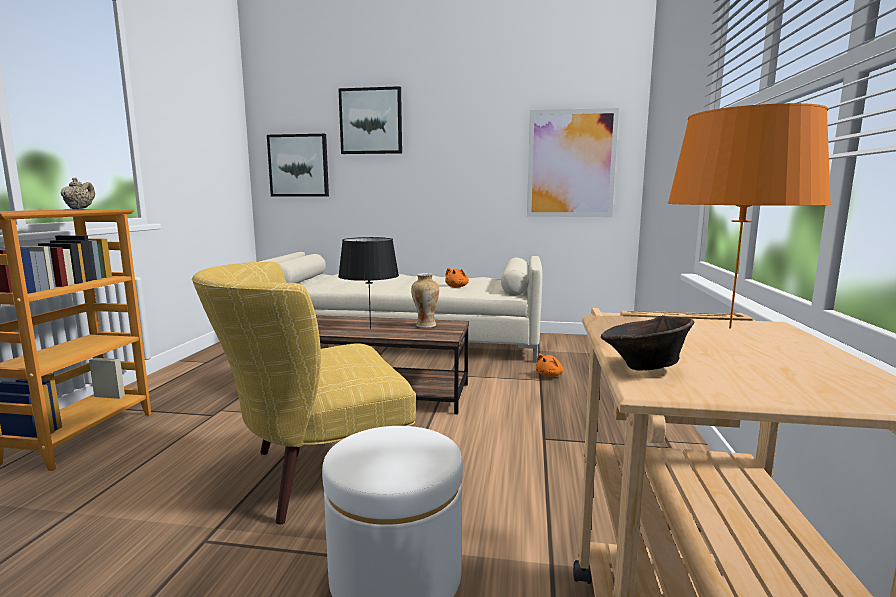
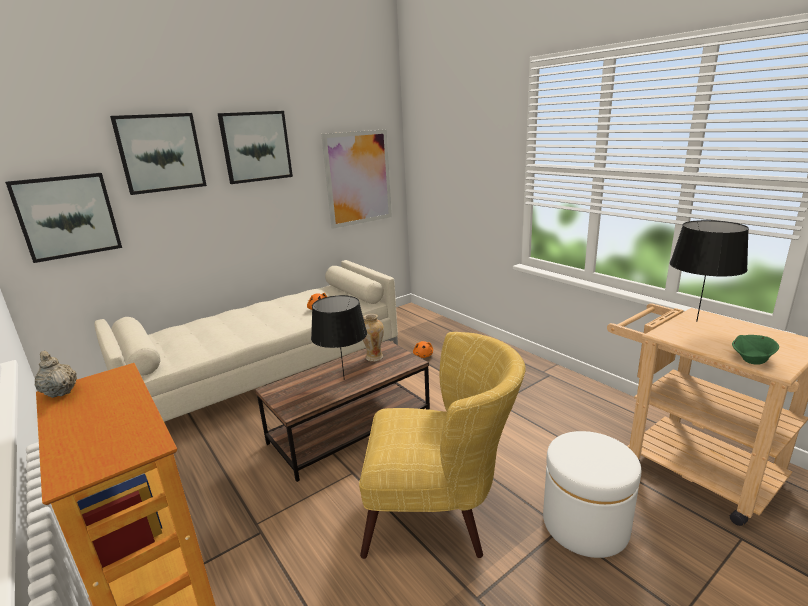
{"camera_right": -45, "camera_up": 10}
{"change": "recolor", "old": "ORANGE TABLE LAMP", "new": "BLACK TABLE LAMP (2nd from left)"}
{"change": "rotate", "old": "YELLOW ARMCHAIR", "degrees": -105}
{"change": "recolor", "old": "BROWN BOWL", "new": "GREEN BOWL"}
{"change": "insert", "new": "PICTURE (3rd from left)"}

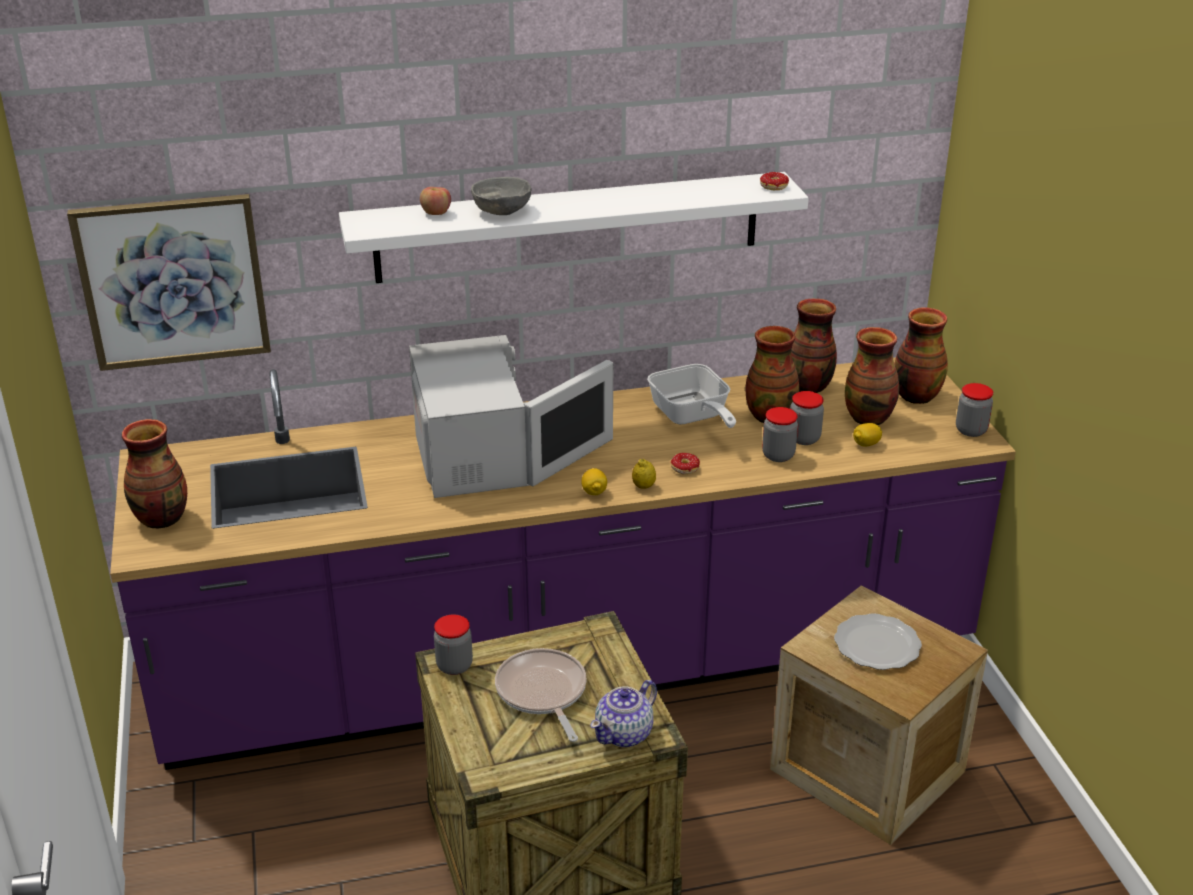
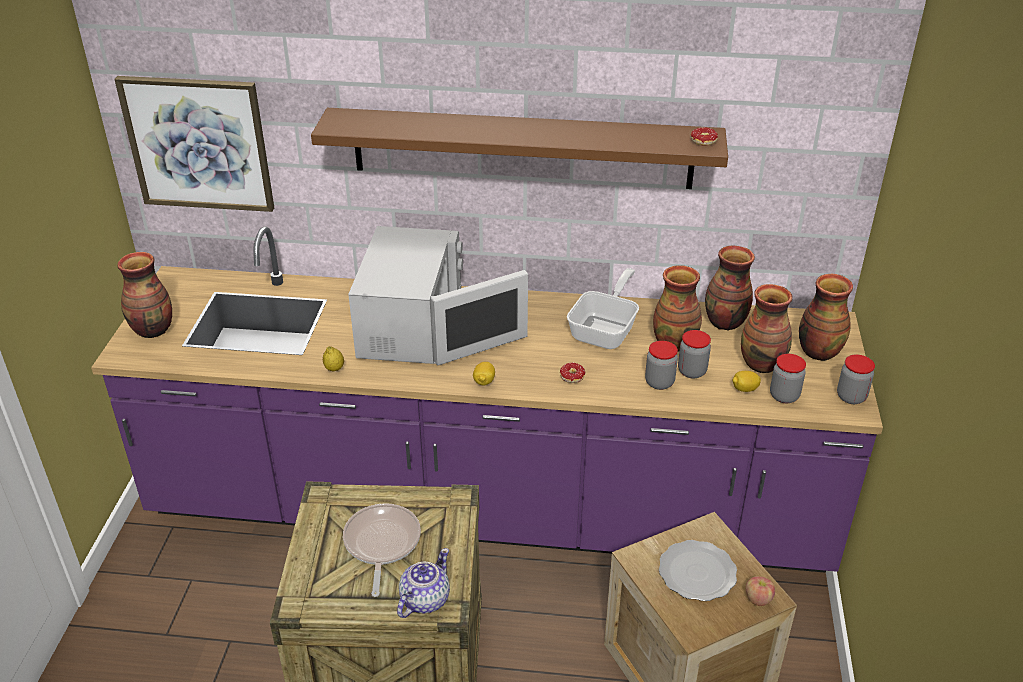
{"camera_right": 20, "camera_up": 5}
{"change": "recolor", "old": "WHITE SHELF", "new": "BROWN SHELF"}
{"change": "delete", "old": "GREY BOWL"}
{"change": "move", "old": "APPLE"}
{"change": "rotate", "old": "FRYING PAN (2nd from left)", "degrees": -150}
{"change": "move", "old": "LEMON (2nd from left in the first image)", "new": "LEMON (1st from left)"}
{"change": "move", "old": "JAR (1st from left in the first image)", "new": "JAR (3rd from left)"}
{"change": "rotate", "old": "TEAPOT", "degrees": 150}

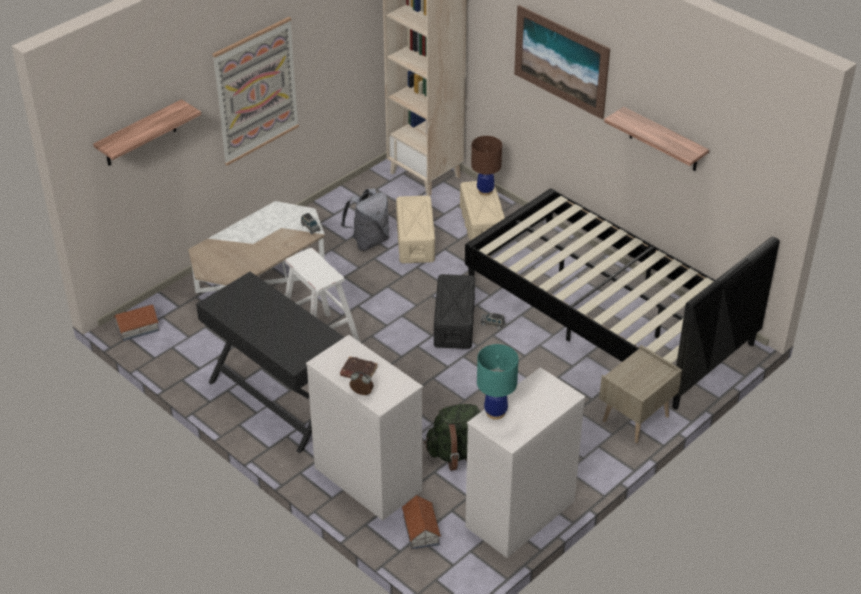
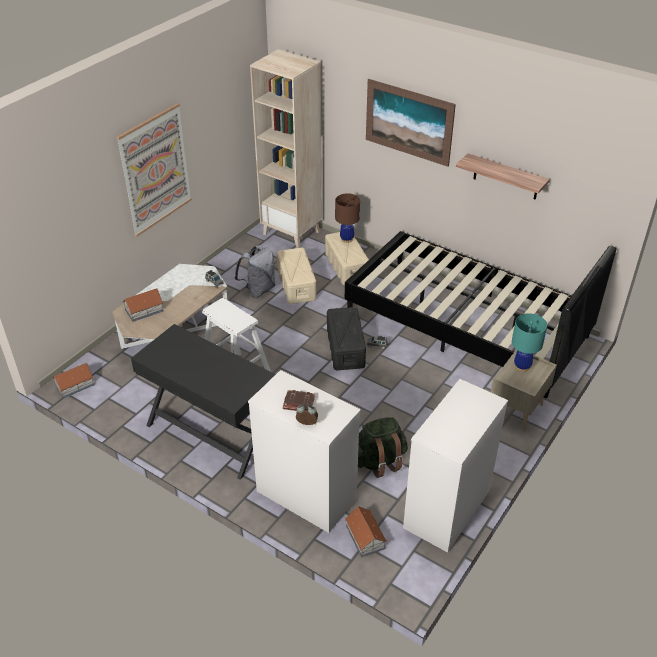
{"camera_right": -10, "camera_up": 0}
{"change": "delete", "old": "SHELF (1st from left)"}
{"change": "move", "old": "TURQUOISE TABLE LAMP"}
{"change": "insert", "new": "TOY HOUSE (2nd from left)"}

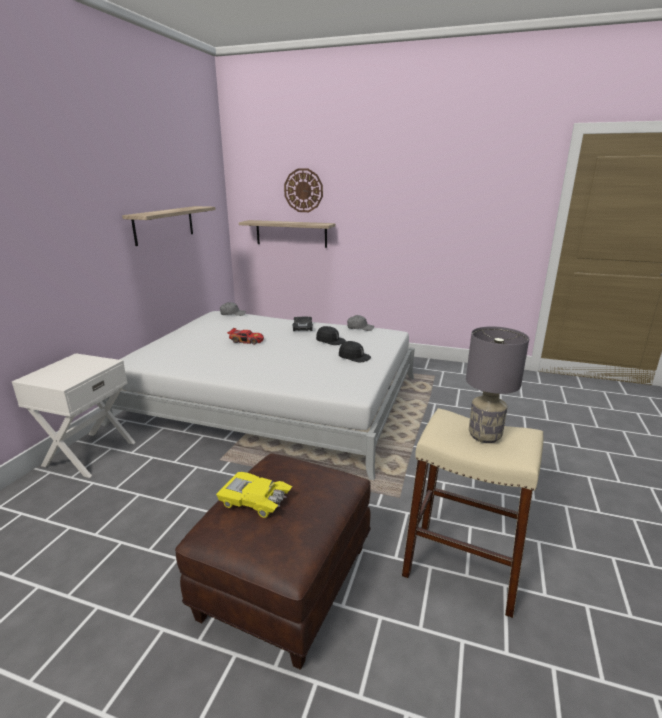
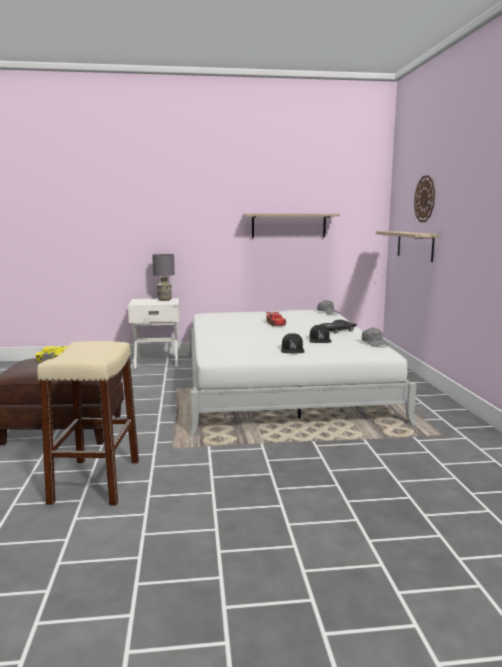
{"camera_right": 65, "camera_up": -10}
{"change": "move", "old": "GREY TABLE LAMP"}

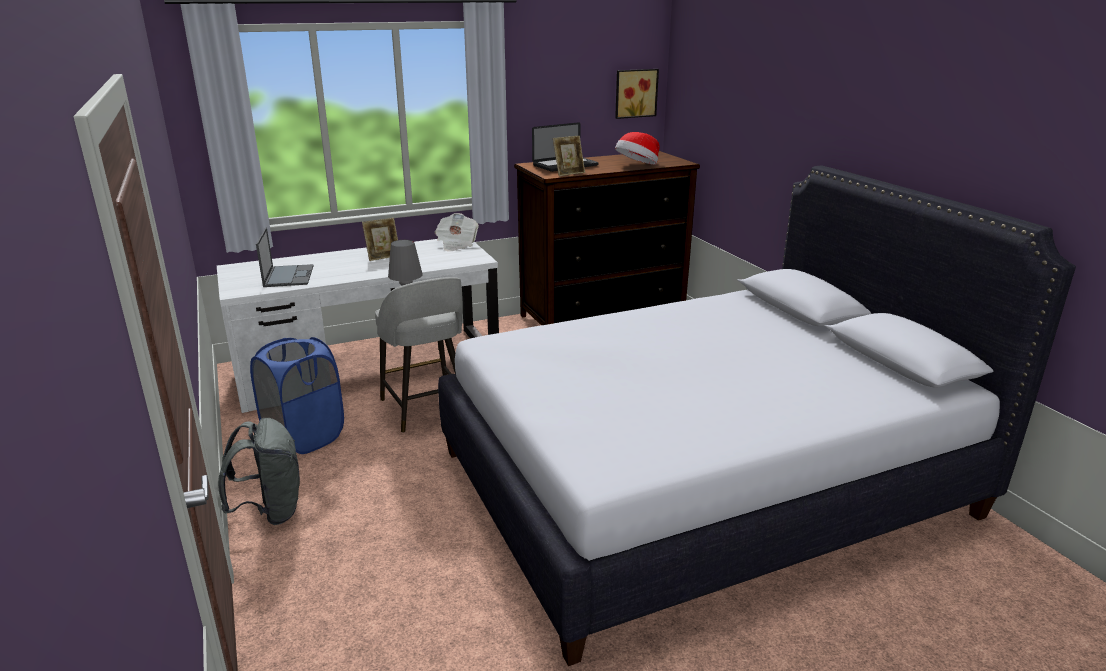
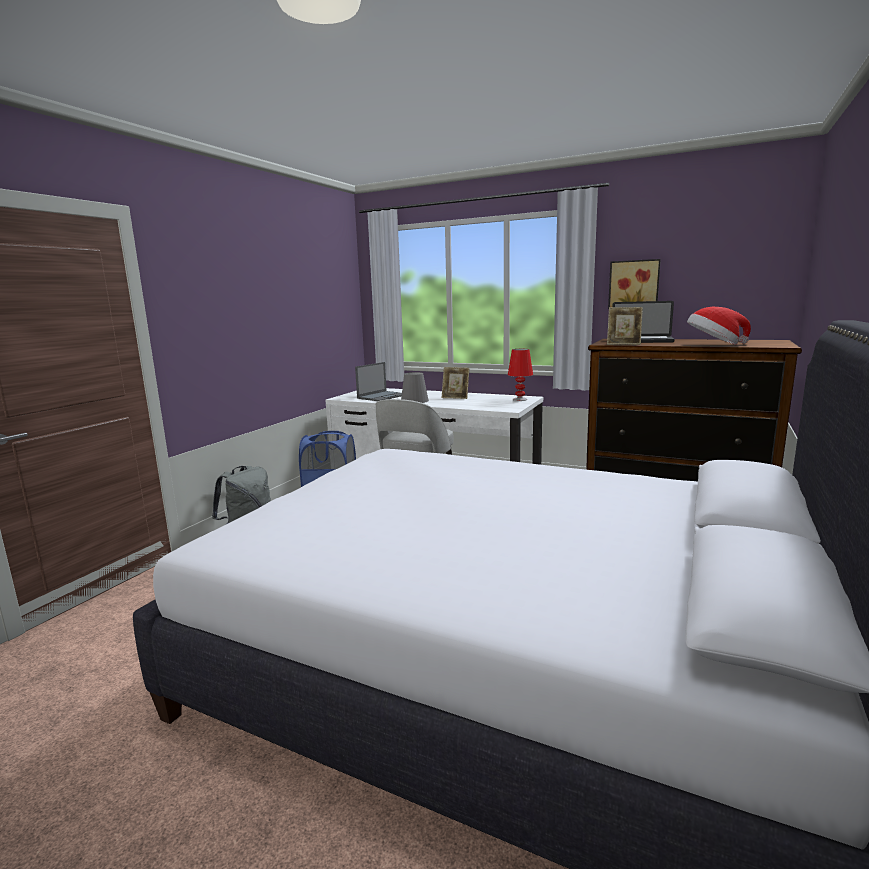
{"camera_right": 50, "camera_up": -10}
{"change": "move", "old": "PICTURE"}
{"change": "replace", "old": "NEWSPAPER", "new": "RED TABLE LAMP"}

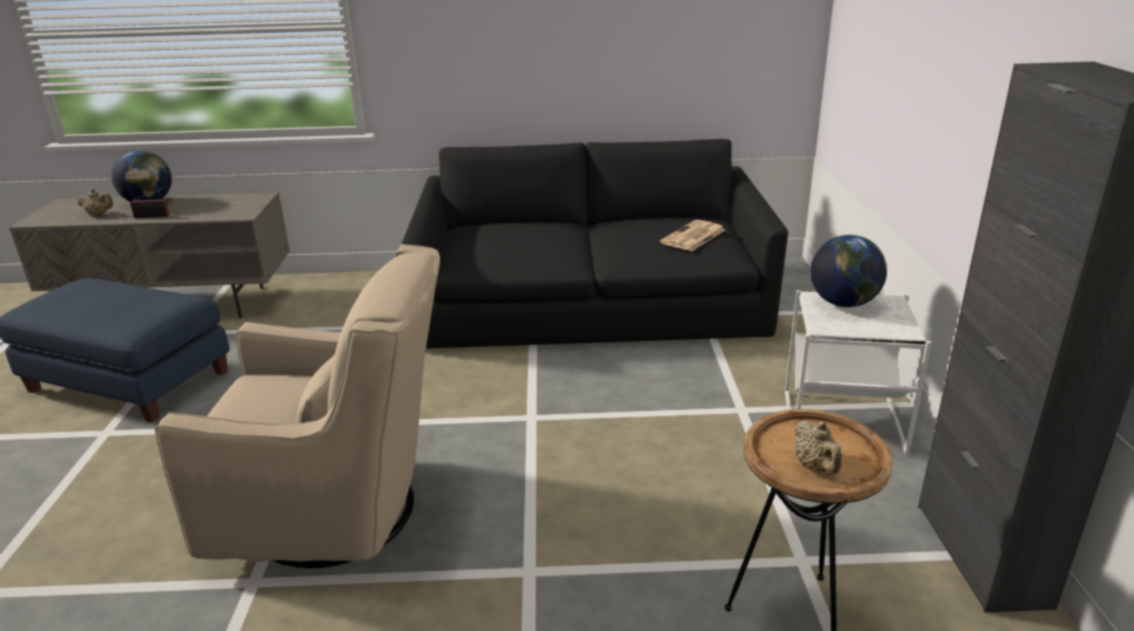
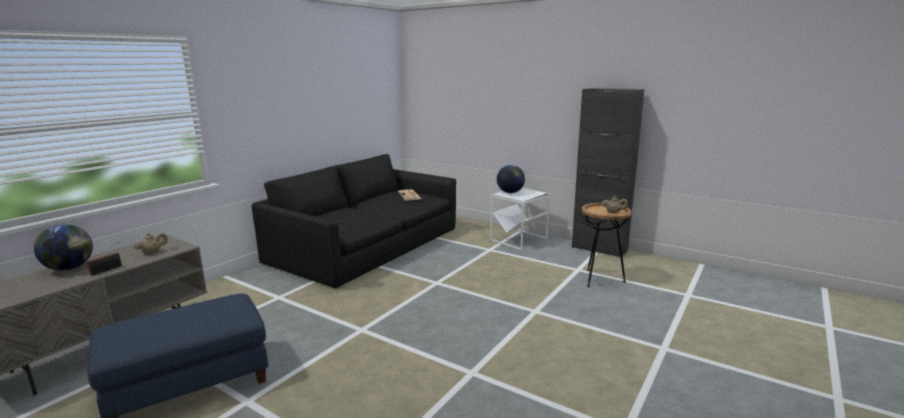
{"camera_right": -55, "camera_up": -10}
{"change": "move", "old": "BEIGE TEAPOT (1st from left)"}
{"change": "delete", "old": "BEIGE ARMCHAIR"}

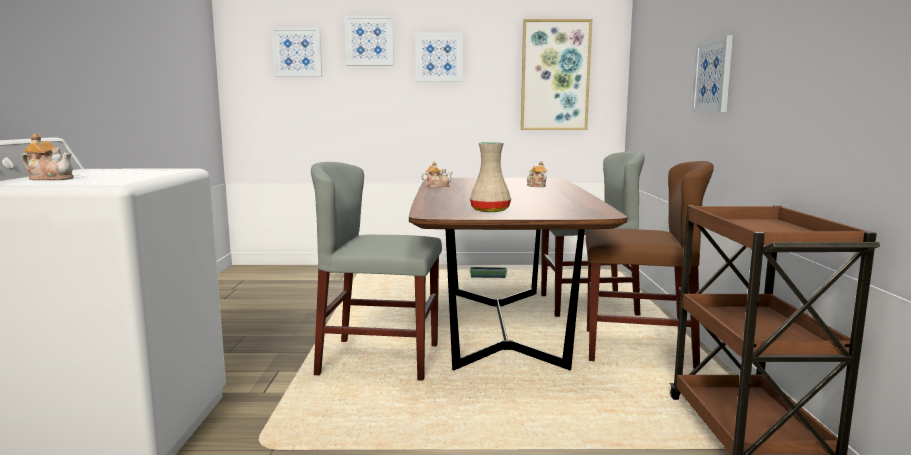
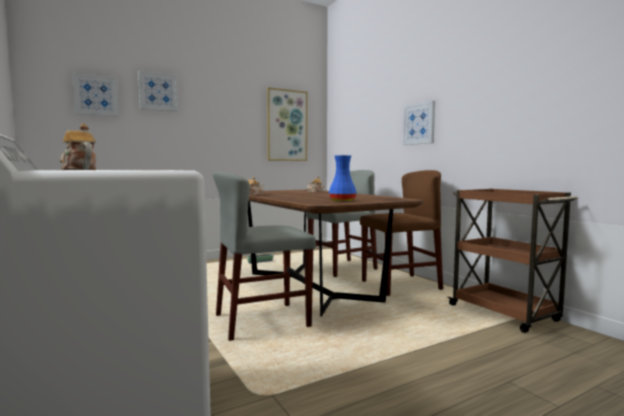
{"camera_right": -30, "camera_up": -5}
{"change": "delete", "old": "PICTURE (3rd from left)"}
{"change": "rotate", "old": "TEAPOT (1st from left)", "degrees": -120}
{"change": "recolor", "old": "BEIGE VASE", "new": "BLUE VASE"}

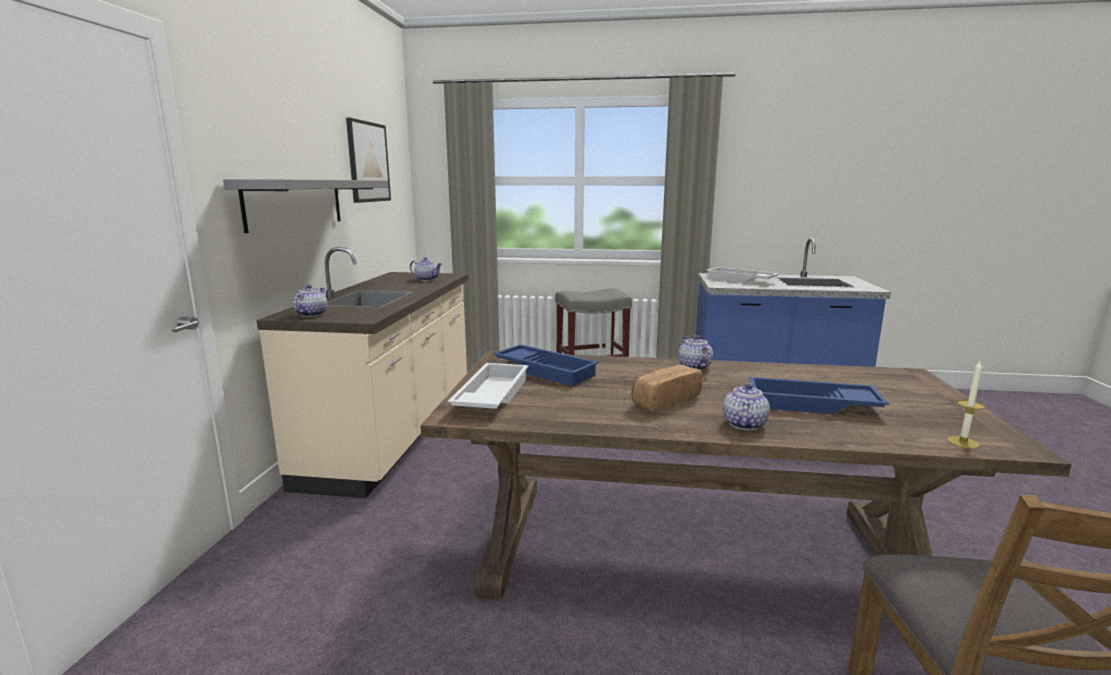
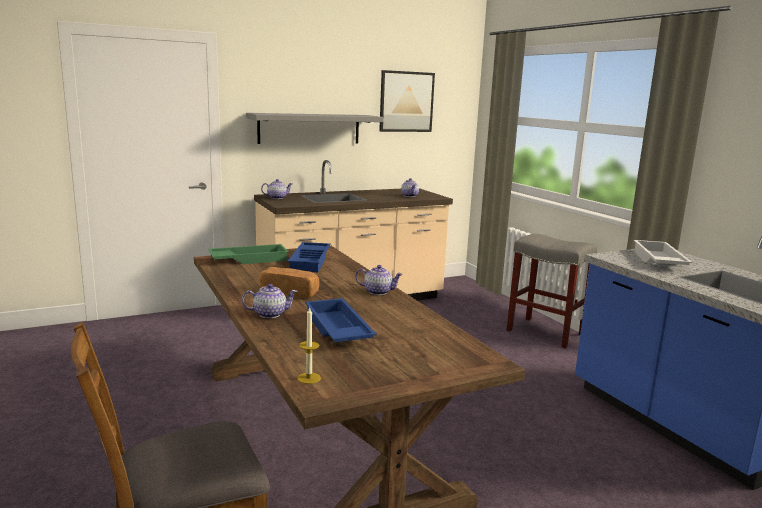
{"camera_right": 55, "camera_up": 0}
{"change": "rotate", "old": "TEAPOT (3rd from left)", "degrees": 60}
{"change": "recolor", "old": "WHITE TRAY (1st from left)", "new": "GREEN TRAY"}

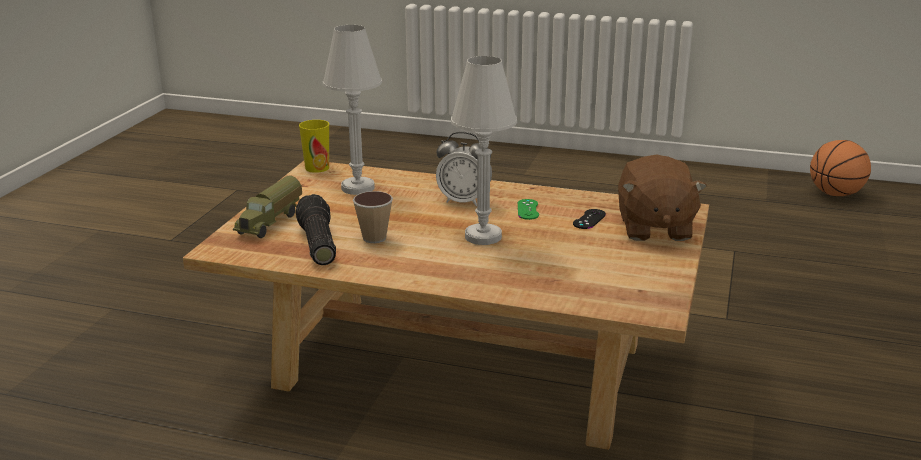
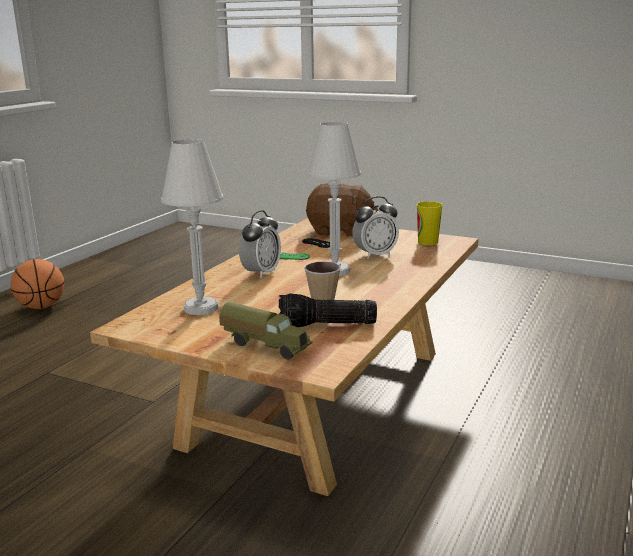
{"camera_right": -80, "camera_up": -5}
{"change": "move", "old": "CUP (1st from left in the first image)", "new": "CUP (2nd from left)"}
{"change": "move", "old": "BASKETBALL"}
{"change": "insert", "new": "ALARM CLOCK (2nd from left)"}

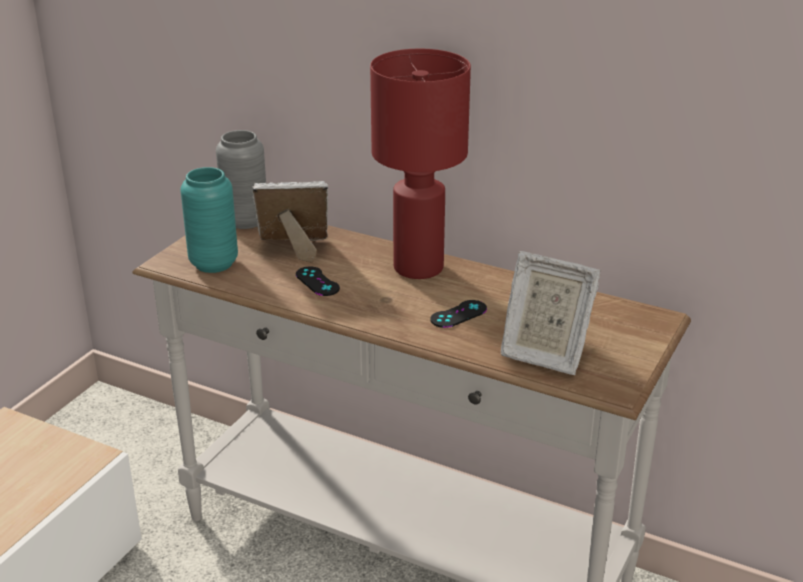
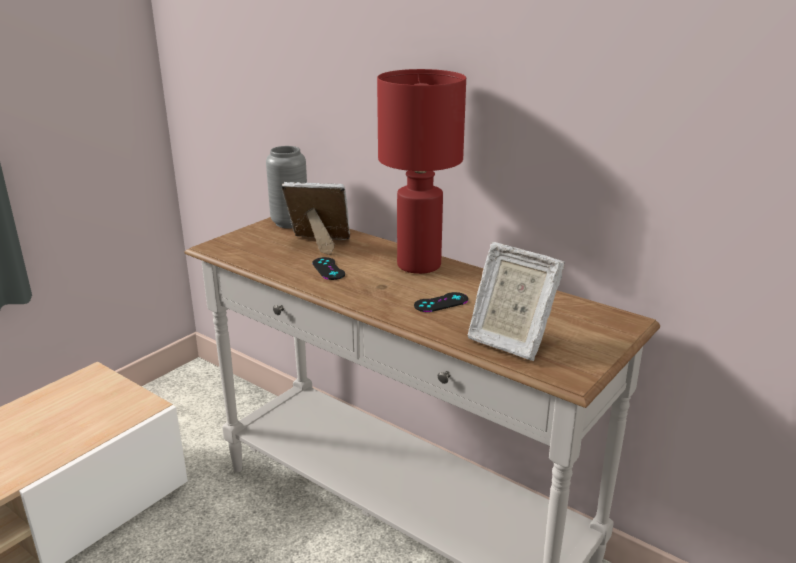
{"camera_right": 10, "camera_up": -5}
{"change": "delete", "old": "TURQUOISE VASE"}

